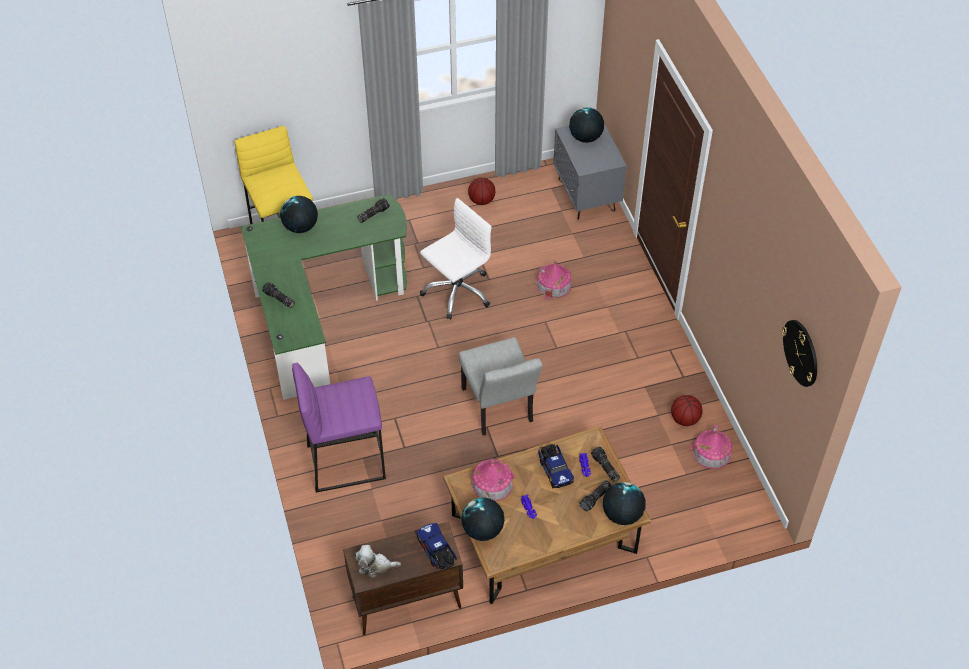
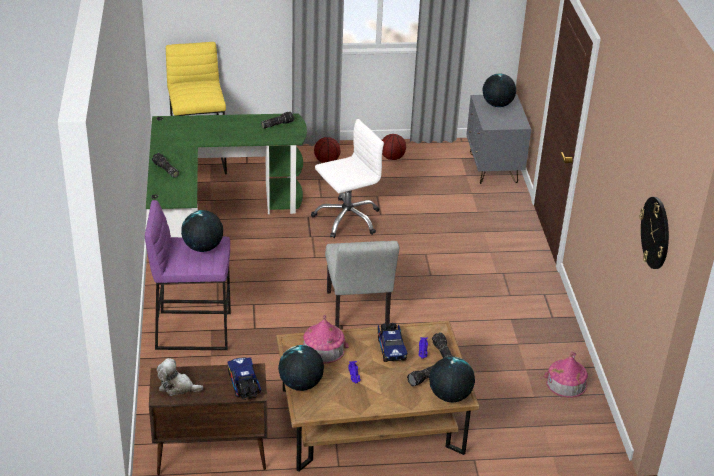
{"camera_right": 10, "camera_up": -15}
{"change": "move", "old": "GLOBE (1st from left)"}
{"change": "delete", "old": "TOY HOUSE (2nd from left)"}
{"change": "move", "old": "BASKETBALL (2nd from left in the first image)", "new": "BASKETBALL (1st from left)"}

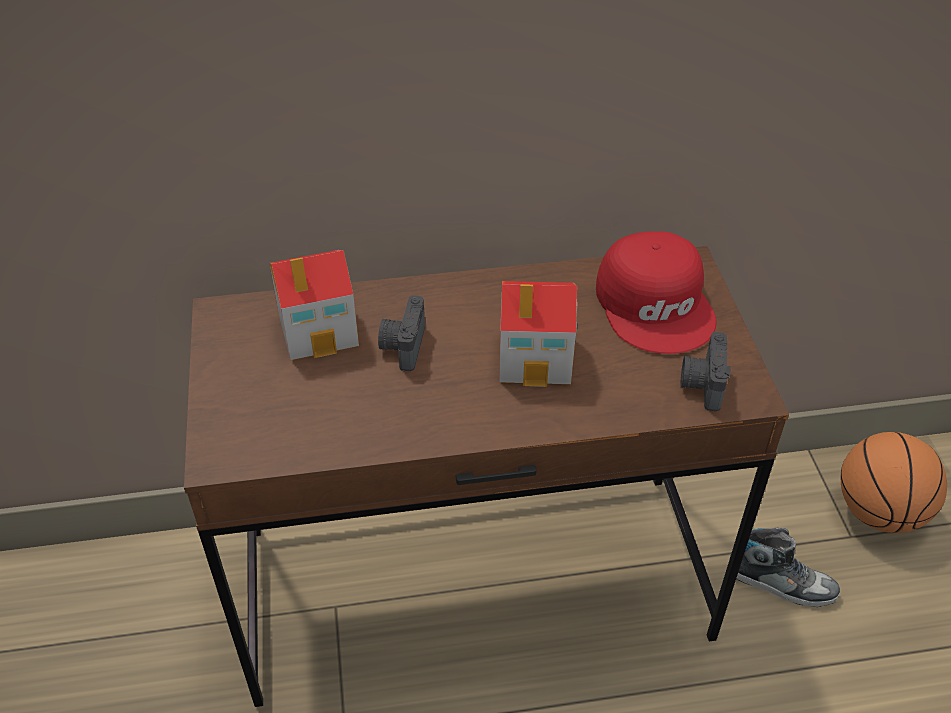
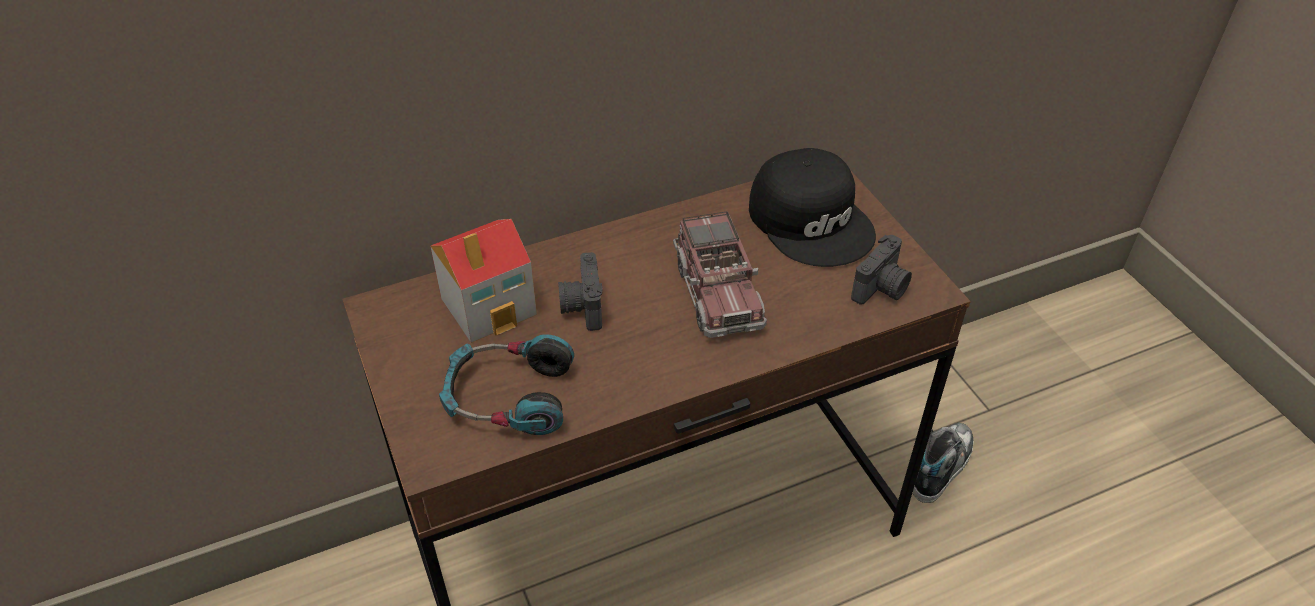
{"camera_right": -15, "camera_up": 0}
{"change": "recolor", "old": "RED CAP", "new": "BLACK CAP"}
{"change": "replace", "old": "TOY HOUSE (2nd from left)", "new": "TOY TRUCK"}
{"change": "rotate", "old": "PHOTO CAMERA (2nd from left)", "degrees": -135}
{"change": "delete", "old": "BASKETBALL"}
{"change": "rotate", "old": "SHOE", "degrees": -60}
{"change": "insert", "new": "HEADPHONES"}

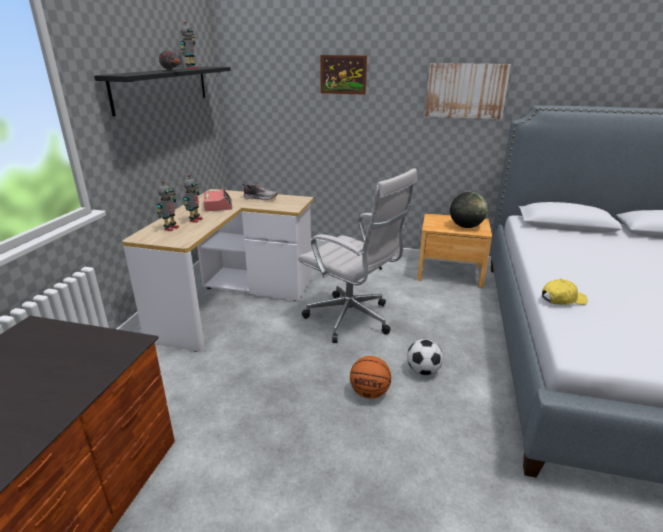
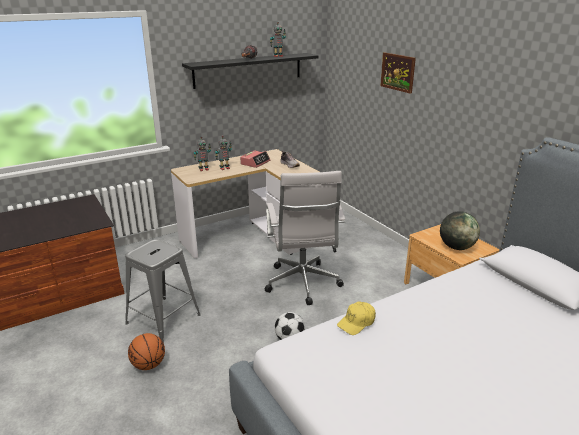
{"camera_right": 45, "camera_up": 0}
{"change": "delete", "old": "PICTURE (2nd from left)"}
{"change": "rotate", "old": "YELLOW CAP", "degrees": 105}
{"change": "move", "old": "BASKETBALL"}
{"change": "insert", "new": "GREY STOOL"}

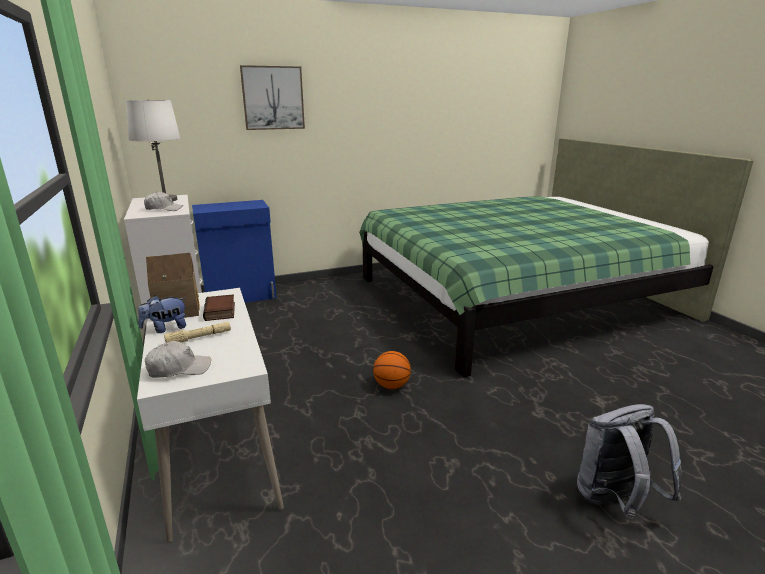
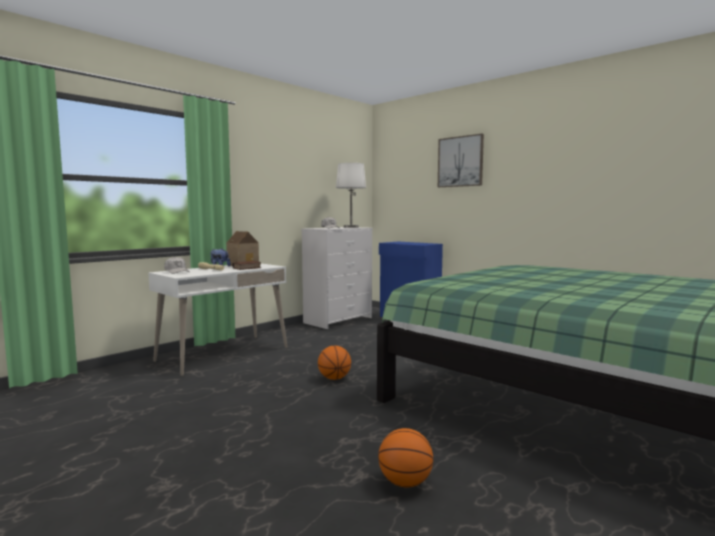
{"camera_right": 65, "camera_up": -15}
{"change": "delete", "old": "GREY BACKPACK"}
{"change": "insert", "new": "BASKETBALL (2nd from left)"}

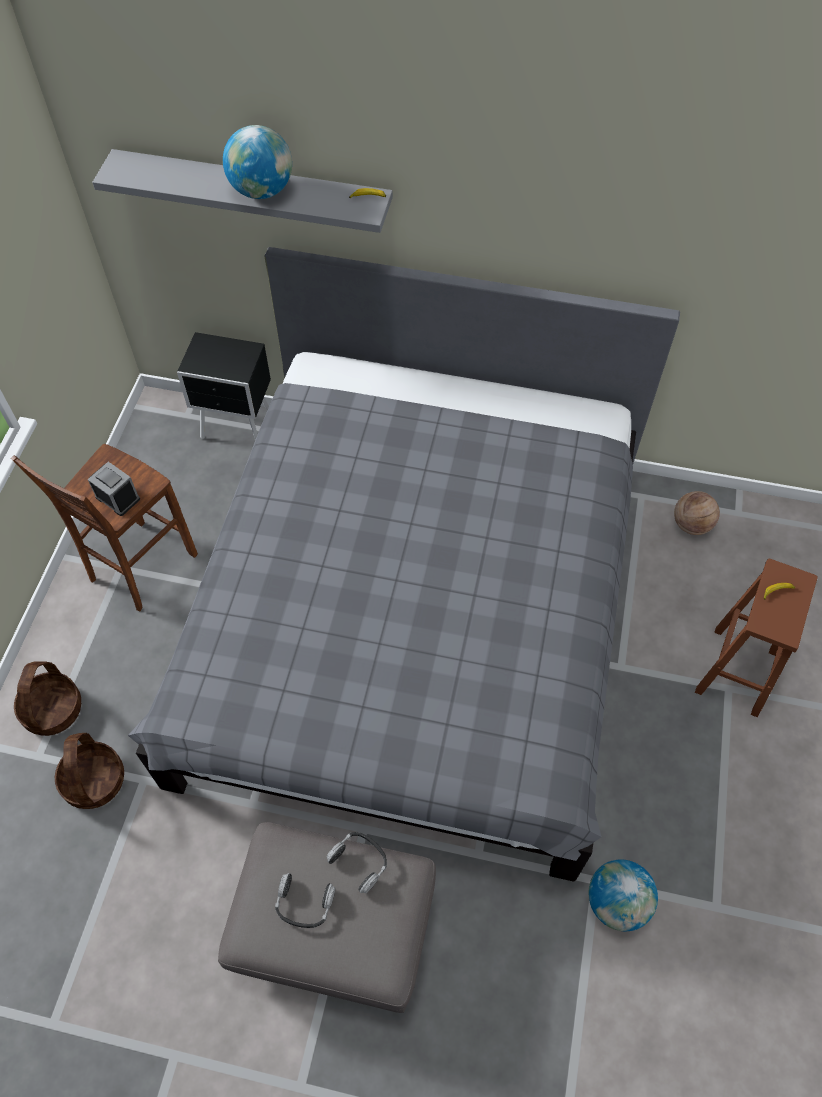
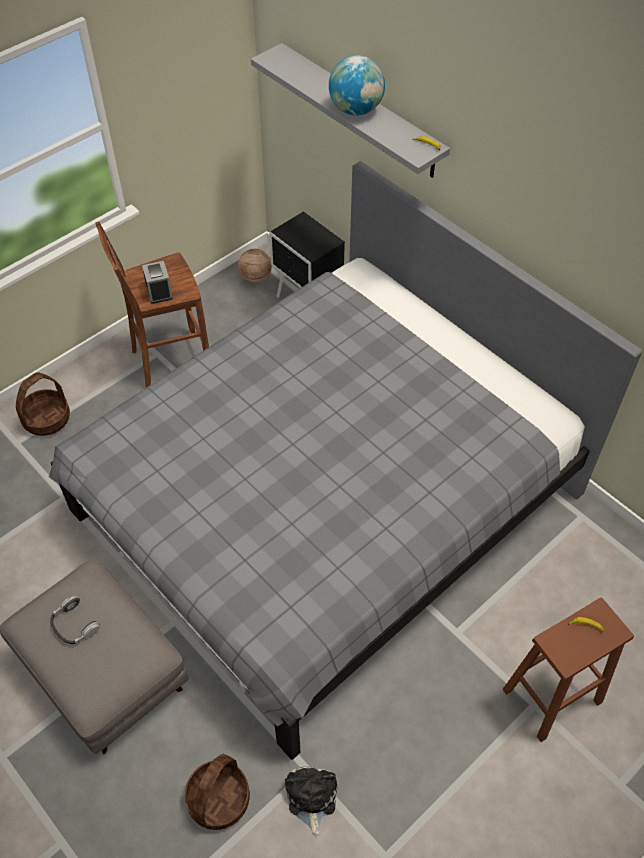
{"camera_right": 35, "camera_up": -5}
{"change": "move", "old": "BASKETBALL"}
{"change": "move", "old": "BASKET (2nd from left)"}
{"change": "delete", "old": "HEADPHONES (2nd from left)"}
{"change": "replace", "old": "GLOBE (2nd from left)", "new": "PLUSH TOY"}

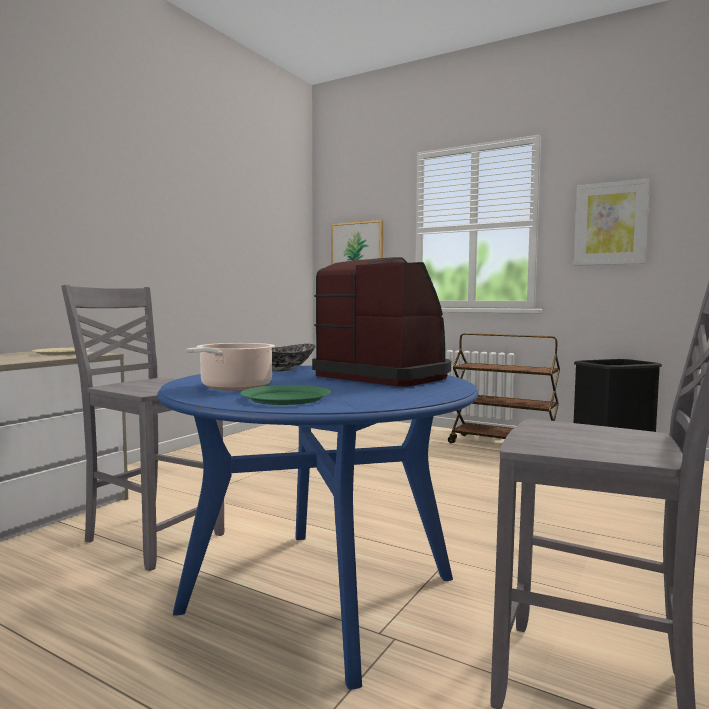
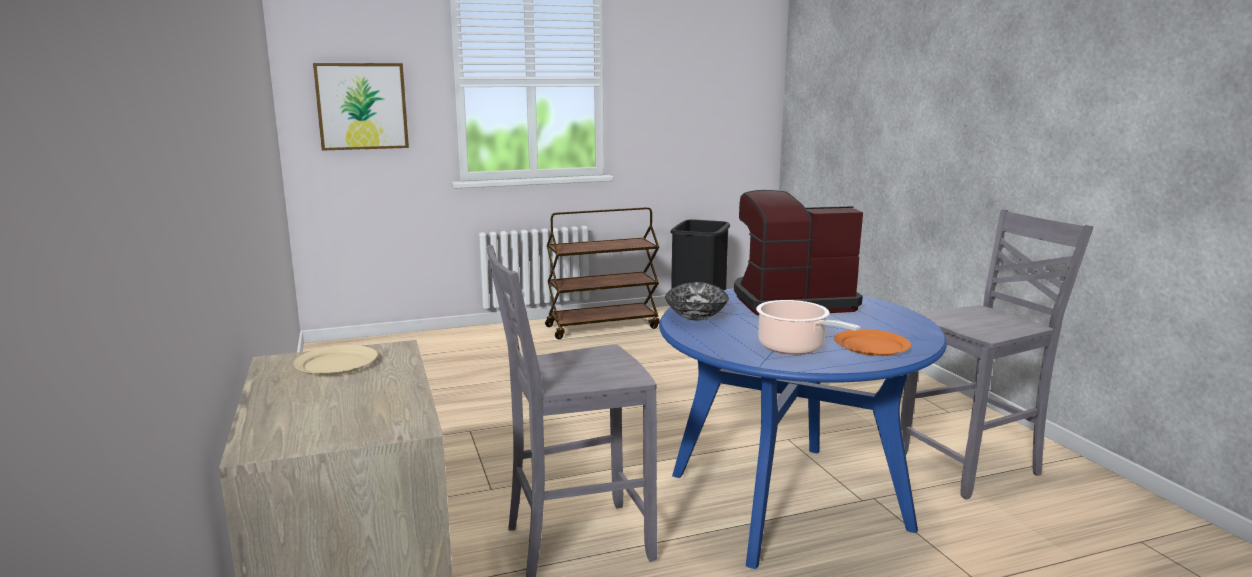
{"camera_right": -50, "camera_up": 10}
{"change": "delete", "old": "PICTURE (2nd from left)"}
{"change": "recolor", "old": "GREEN PLATE", "new": "ORANGE PLATE"}

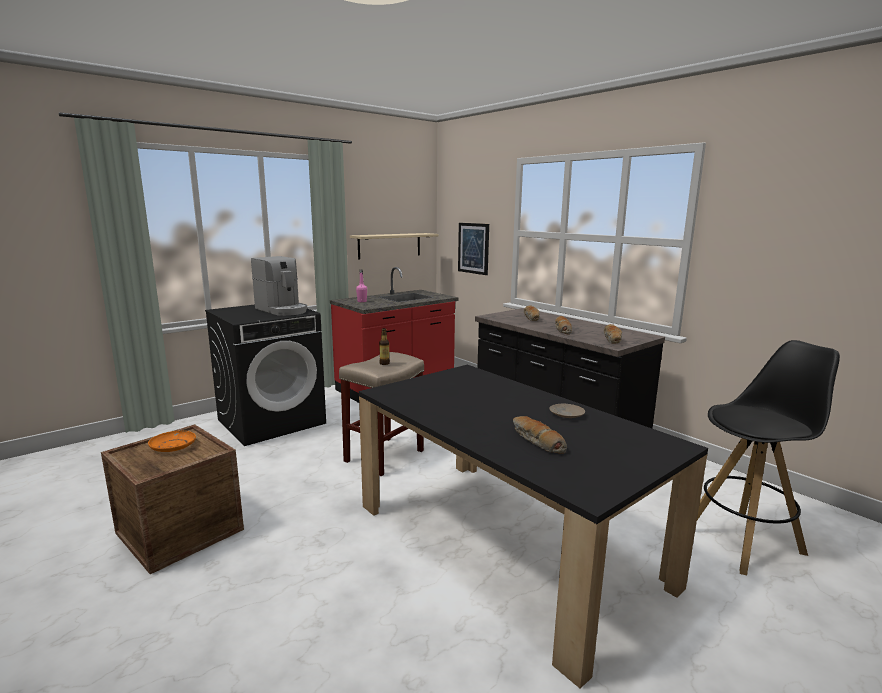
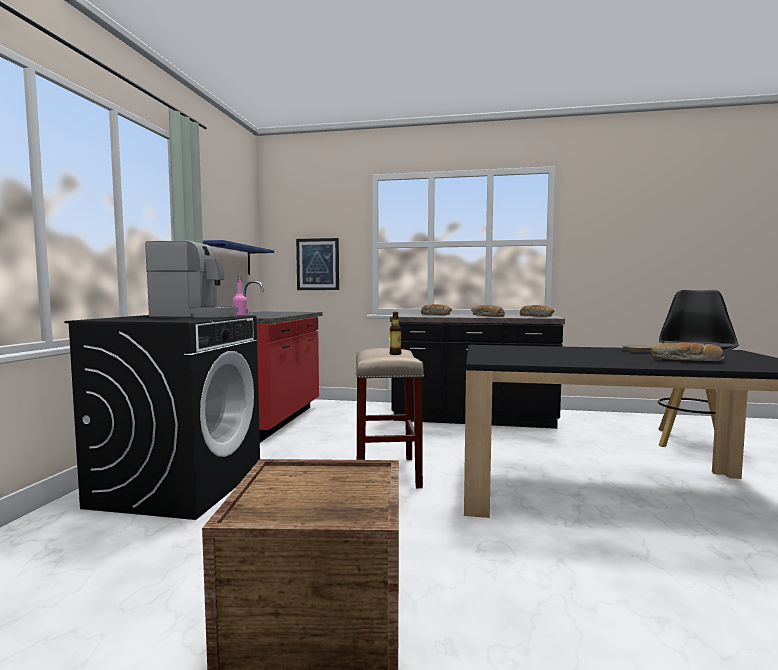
{"camera_right": -40, "camera_up": -10}
{"change": "recolor", "old": "BEIGE SHELF", "new": "BLUE SHELF"}
{"change": "delete", "old": "ORANGE PLATE"}

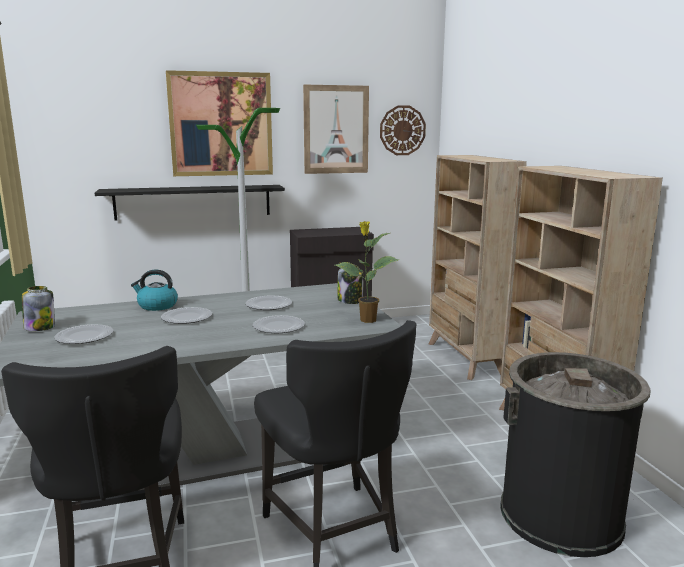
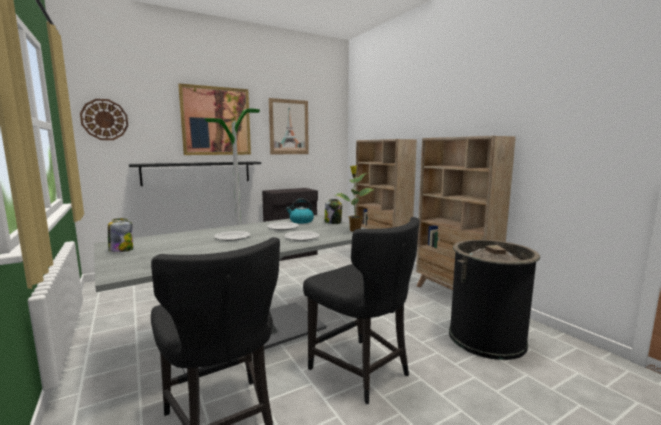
{"camera_right": -15, "camera_up": -5}
{"change": "move", "old": "WALL CLOCK"}
{"change": "move", "old": "KETTLE"}
{"change": "delete", "old": "PLATE (1st from left)"}

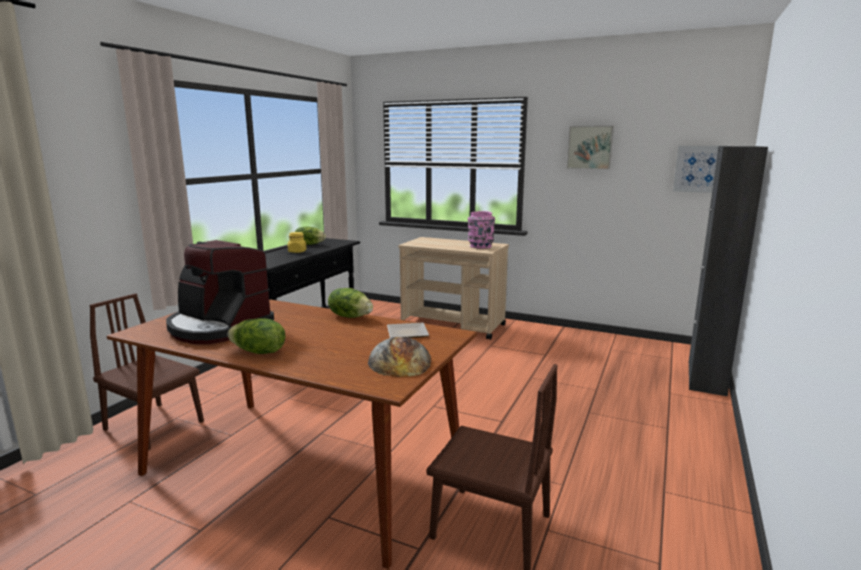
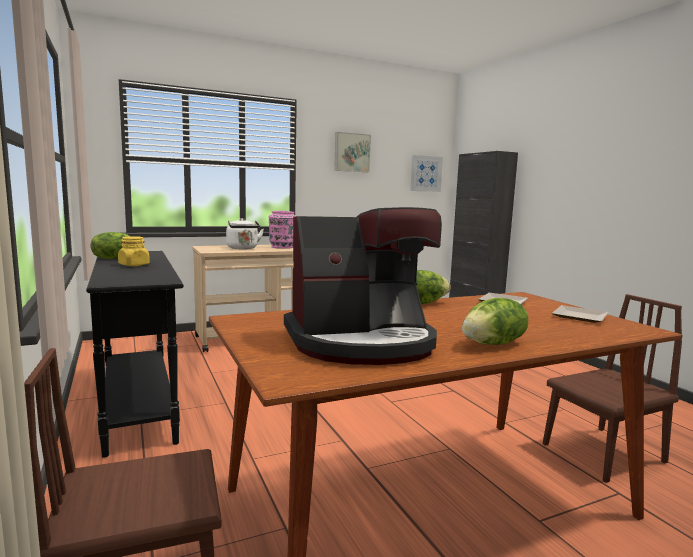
{"camera_right": -50, "camera_up": -5}
{"change": "replace", "old": "BREAD", "new": "PLATE (2nd from left)"}
{"change": "insert", "new": "WHITE KETTLE"}

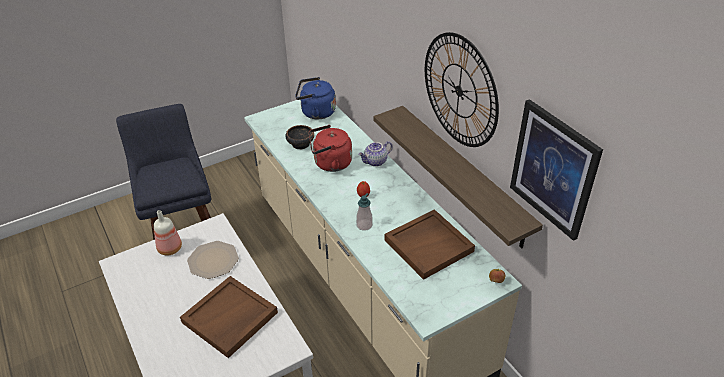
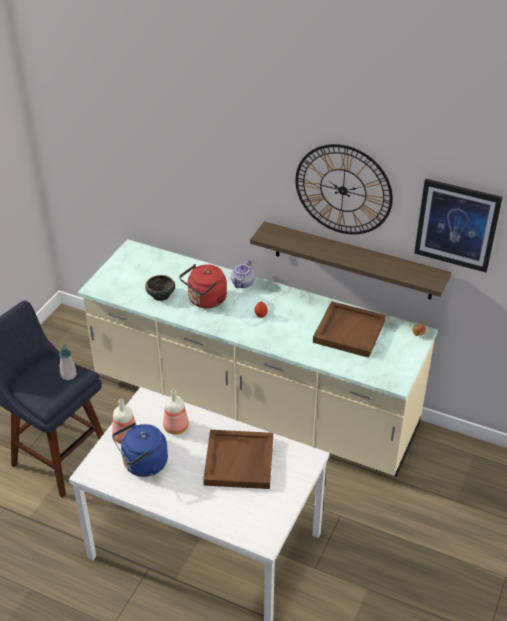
{"camera_right": -35, "camera_up": 0}
{"change": "move", "old": "BLUE KETTLE"}
{"change": "move", "old": "SOAP DISPENSER"}
{"change": "replace", "old": "PLATE", "new": "BOTTLE (2nd from left)"}

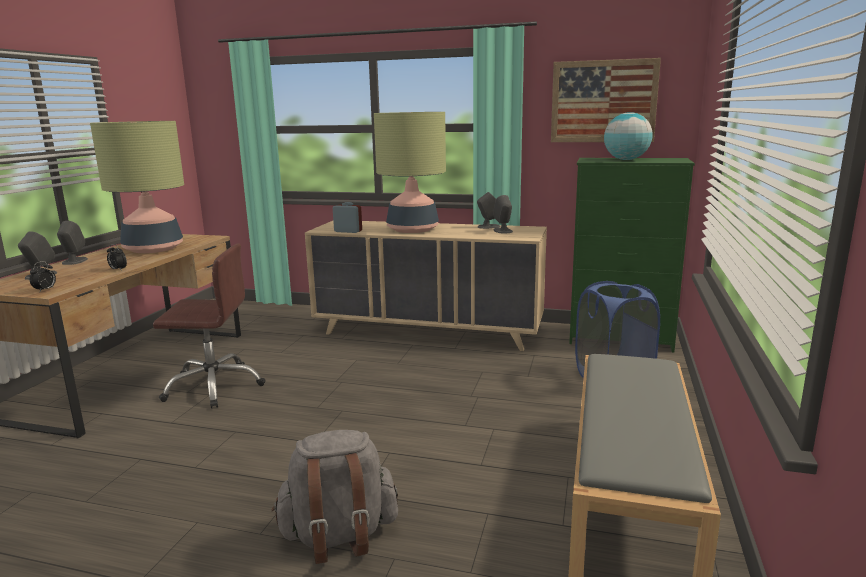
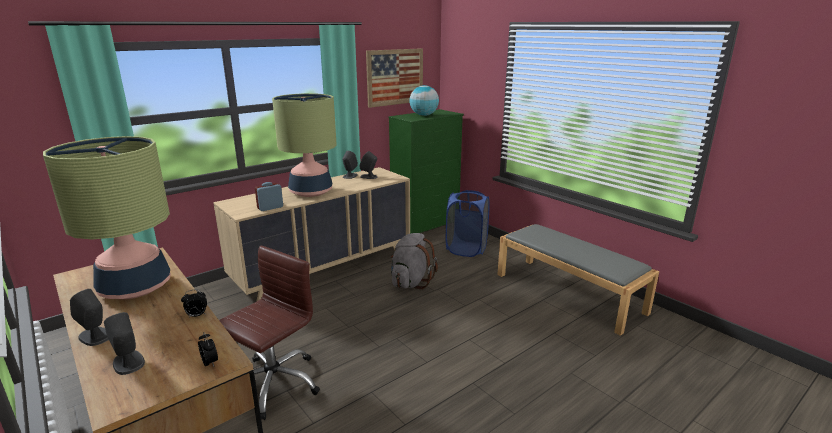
{"camera_right": -55, "camera_up": 5}
{"change": "move", "old": "GREY BACKPACK"}

